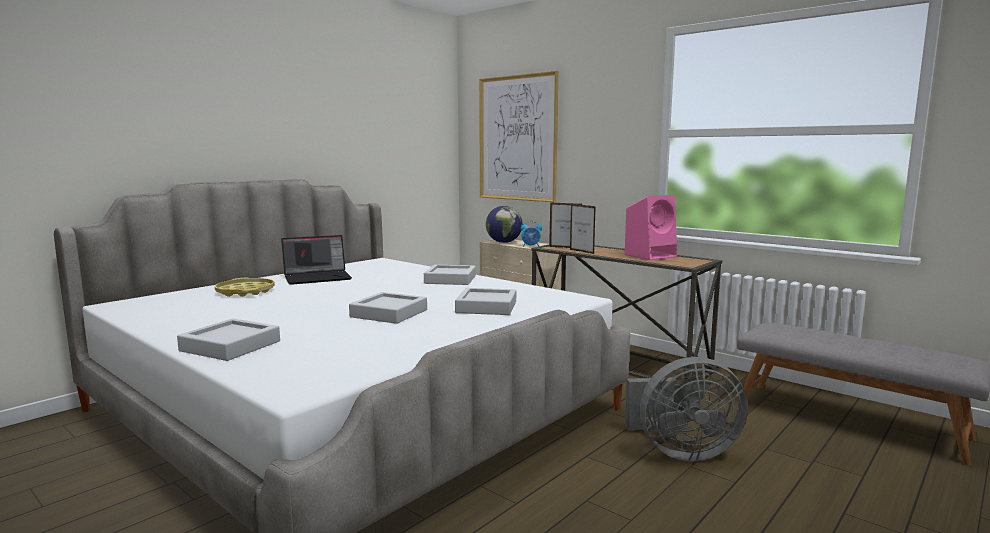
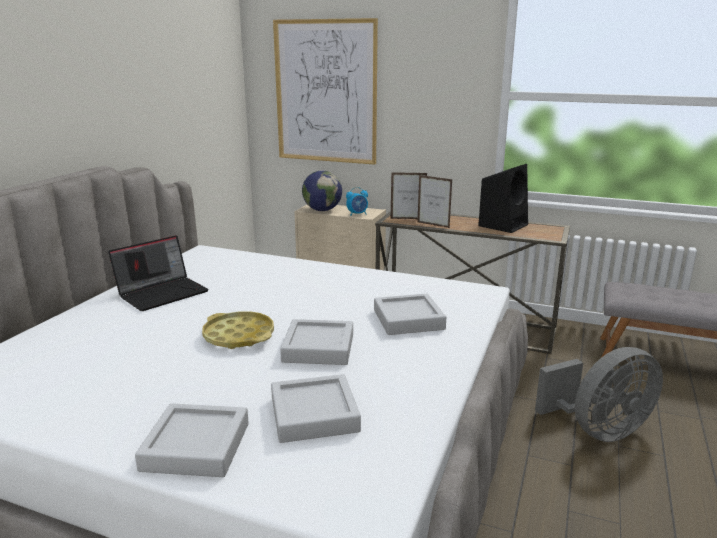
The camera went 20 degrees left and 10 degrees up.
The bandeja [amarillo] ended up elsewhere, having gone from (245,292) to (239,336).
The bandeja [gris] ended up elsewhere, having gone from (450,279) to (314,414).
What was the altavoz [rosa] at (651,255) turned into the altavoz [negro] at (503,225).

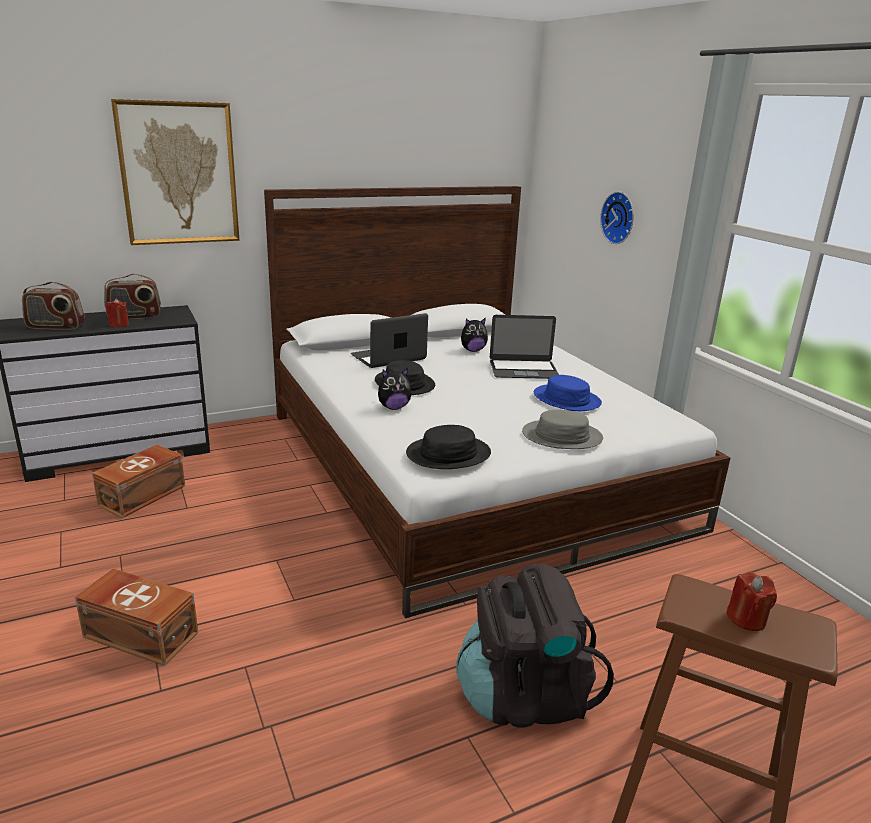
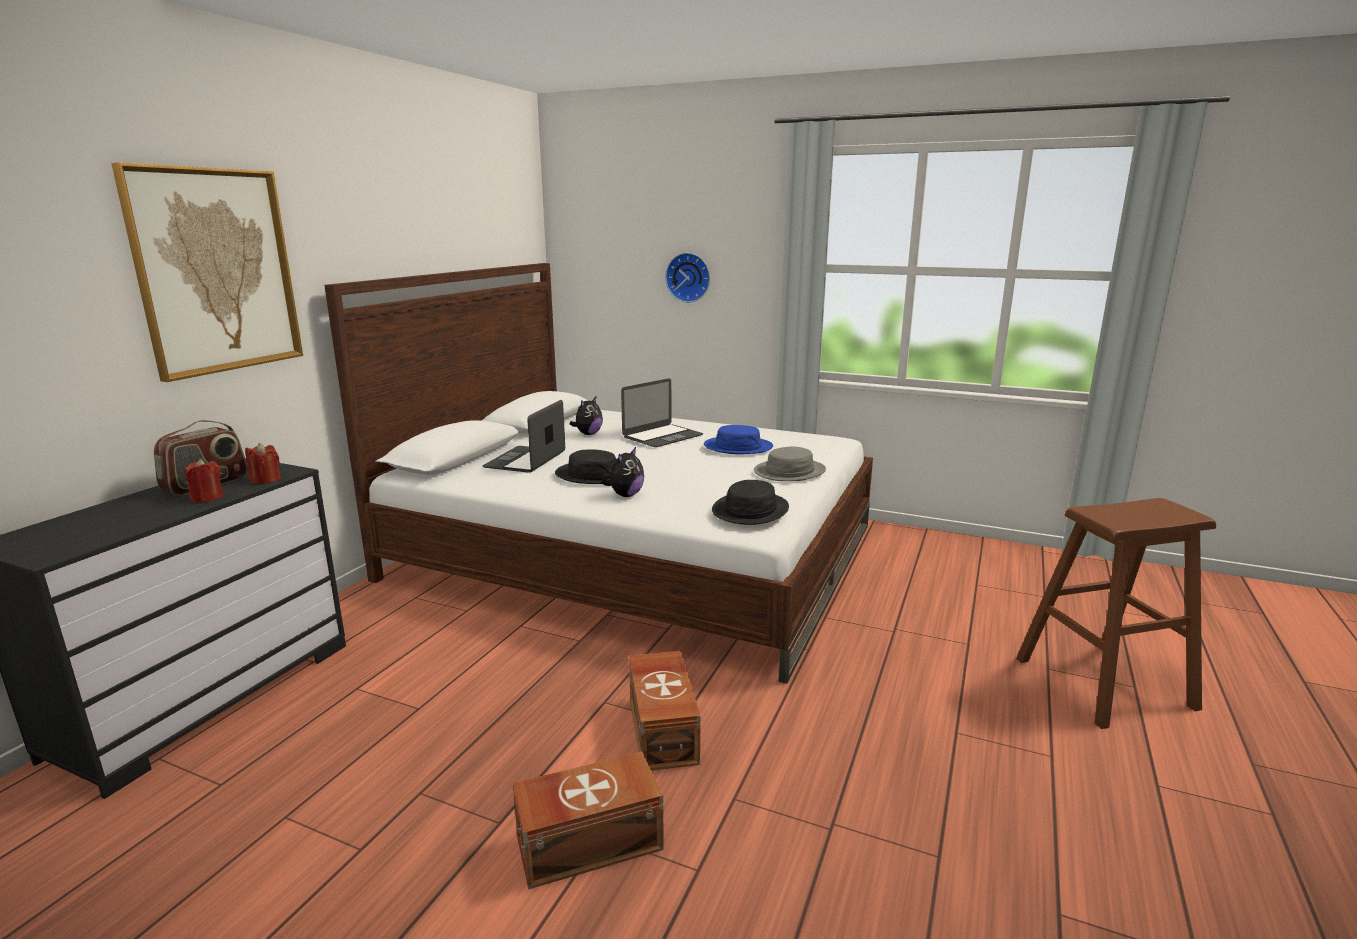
The camera went 40 degrees left and 5 degrees down.
The second view lost the radio at (55,327).
The second view lost the mochila [negro] at (524,696).
The caja de almacenaje [marrón] ended up elsewhere, having gone from (144,495) to (664,729).
The vela [rojo] ended up elsewhere, having gone from (746,619) to (266,479).

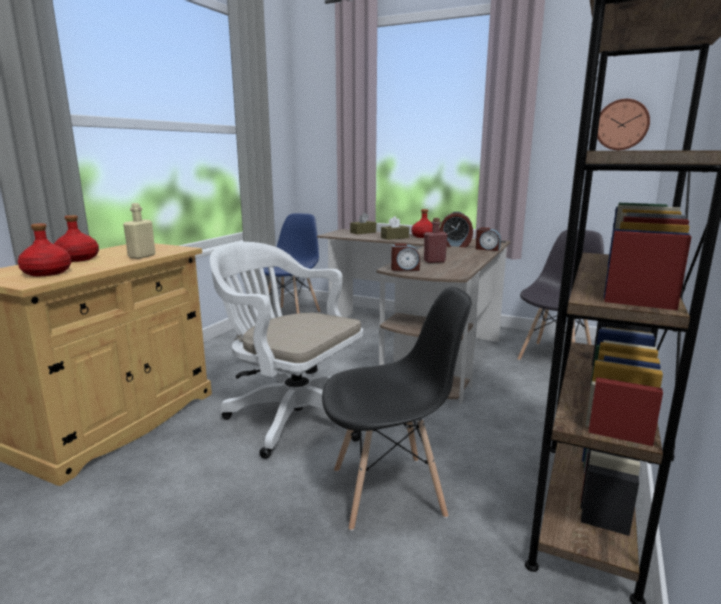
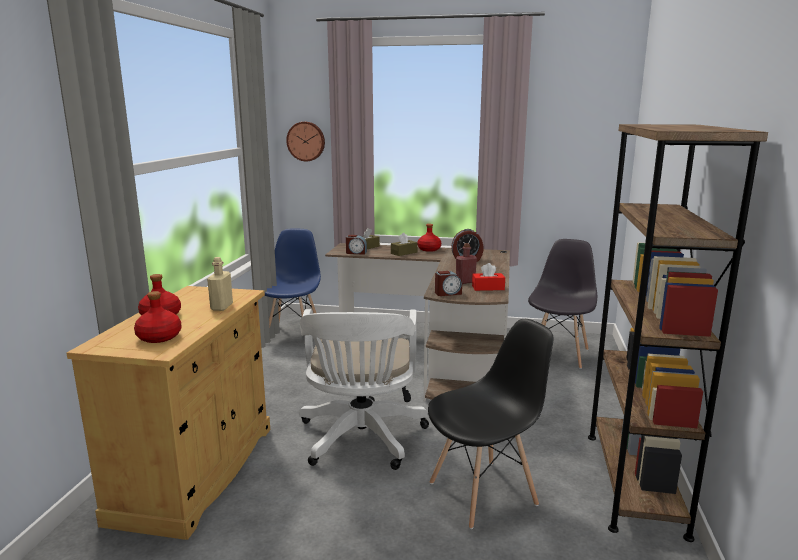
The camera went 15 degrees left and 0 degrees up.
The second view gained the caja de pañuelos [rojo] at (488,288).
The despertador ended up elsewhere, having gone from (487,249) to (356,253).
The reloj de pared ended up elsewhere, having gone from (621,125) to (306,141).
The silla de oficina [blanco] at (291,416) ended up facing another way, 105 degrees counterclockwise from before.

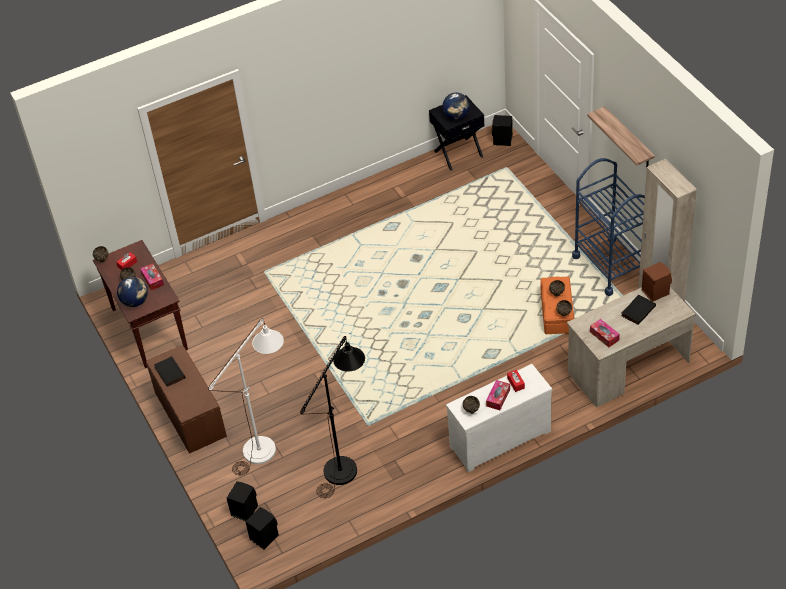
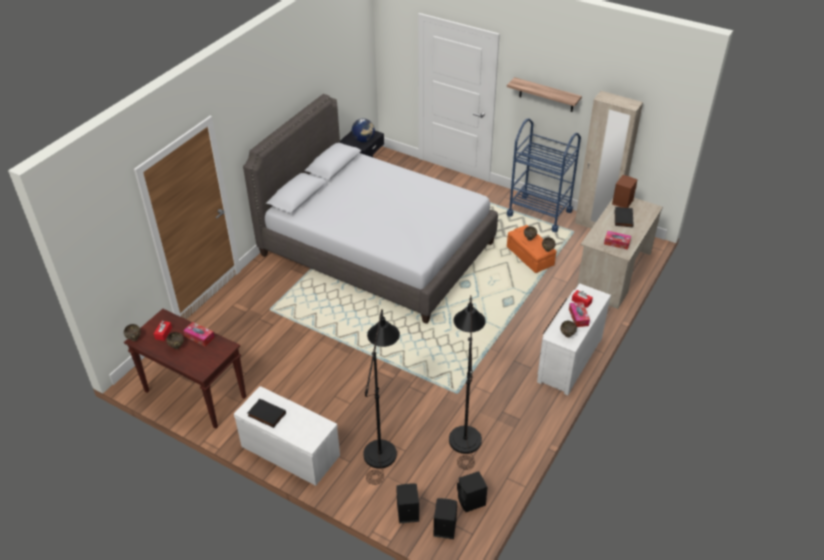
The camera went 35 degrees left and 5 degrees down.
The second view lost the globo terráqueo at (135,302).
The second view gained the cama [gris] at (377,249).
The altavoz [negro] ended up elsewhere, having gone from (502,140) to (471,502).
What was the banco [marrón] at (189,414) turned into the banco [blanco] at (289,451).
What was the lámpara de pie [blanco] at (266,444) turned into the lámpara de pie [negro] at (382,446).

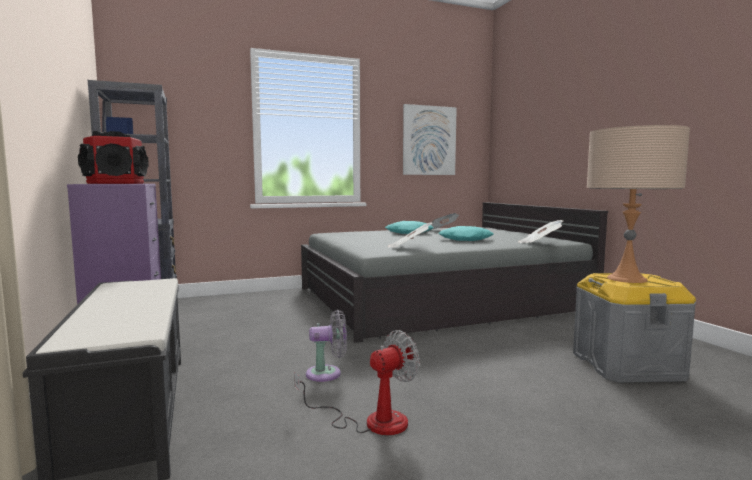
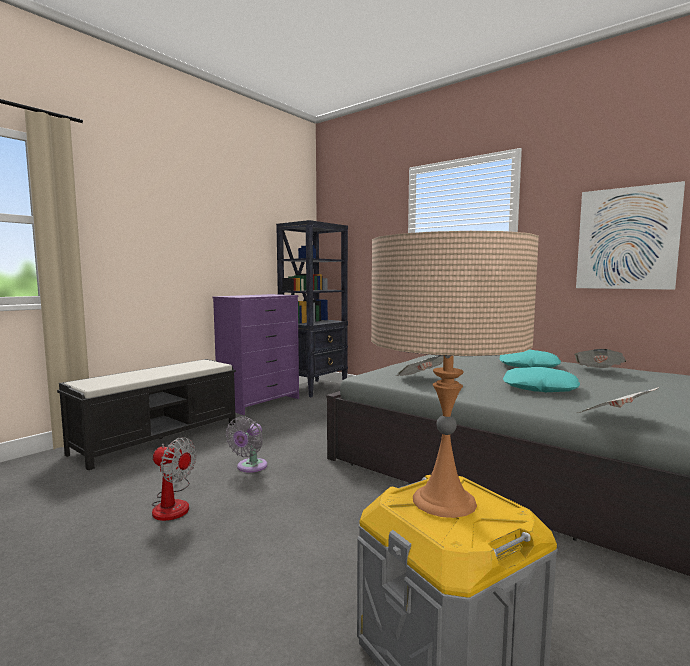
The camera went 60 degrees right and 0 degrees up.
The second view lost the altavoz at (116,183).
The ventilador [gris] at (327,373) ended up facing another way, 60 degrees clockwise from before.

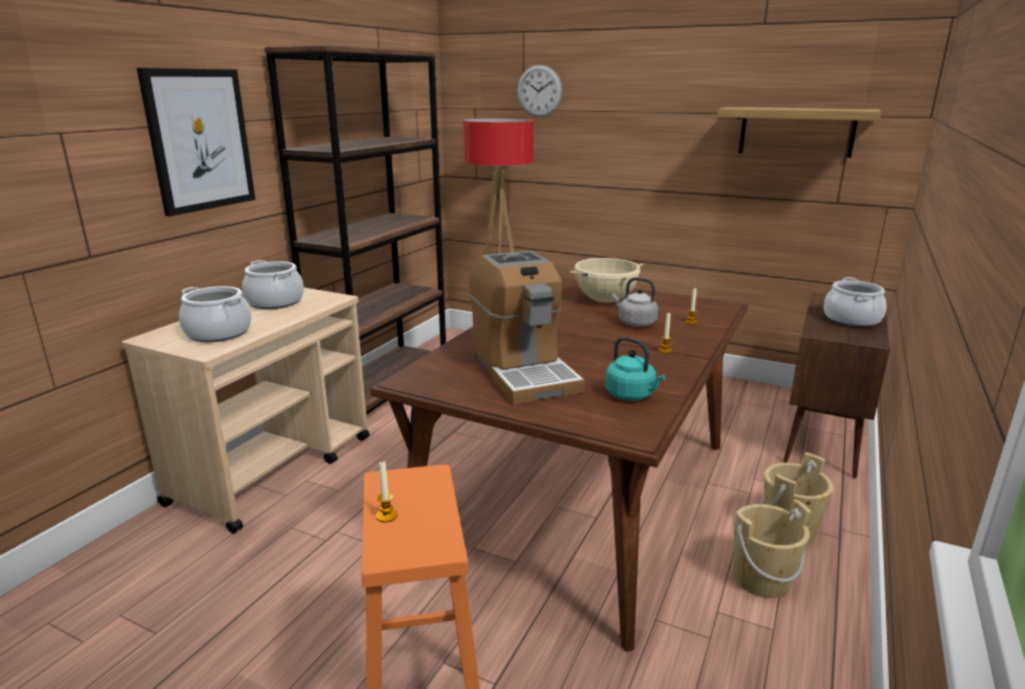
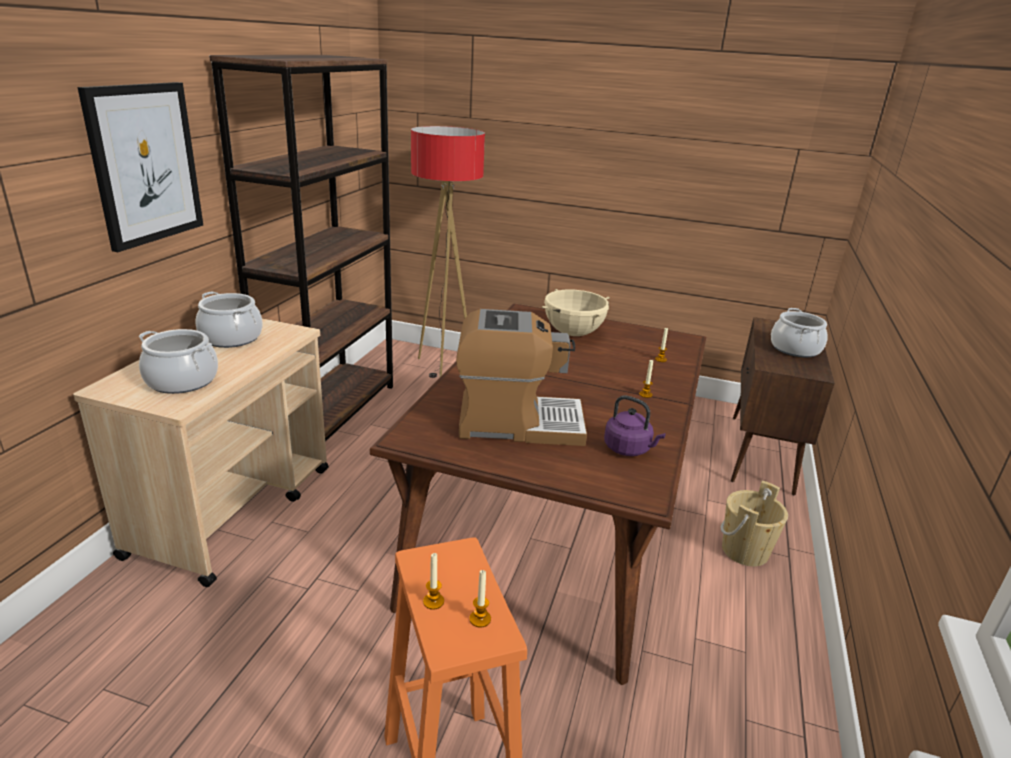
The camera went 10 degrees left and 5 degrees up.
The second view lost the reloj de pared at (539,91).
The second view lost the hervidor [gris] at (635,323).
The second view lost the estante at (796,131).
The second view lost the cubo [beis] at (761,578).
The second view gained the vela at (480,619).
What was the hervidor [turquesa] at (632,395) turned into the hervidor [morado] at (629,449).
The cafetera at (523,372) ended up facing another way, 60 degrees counterclockwise from before.

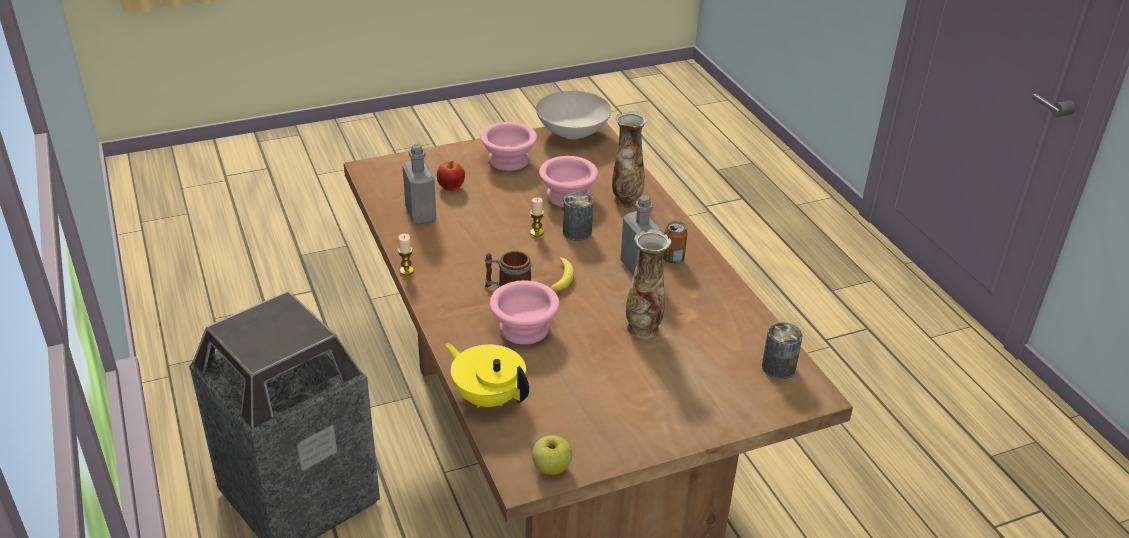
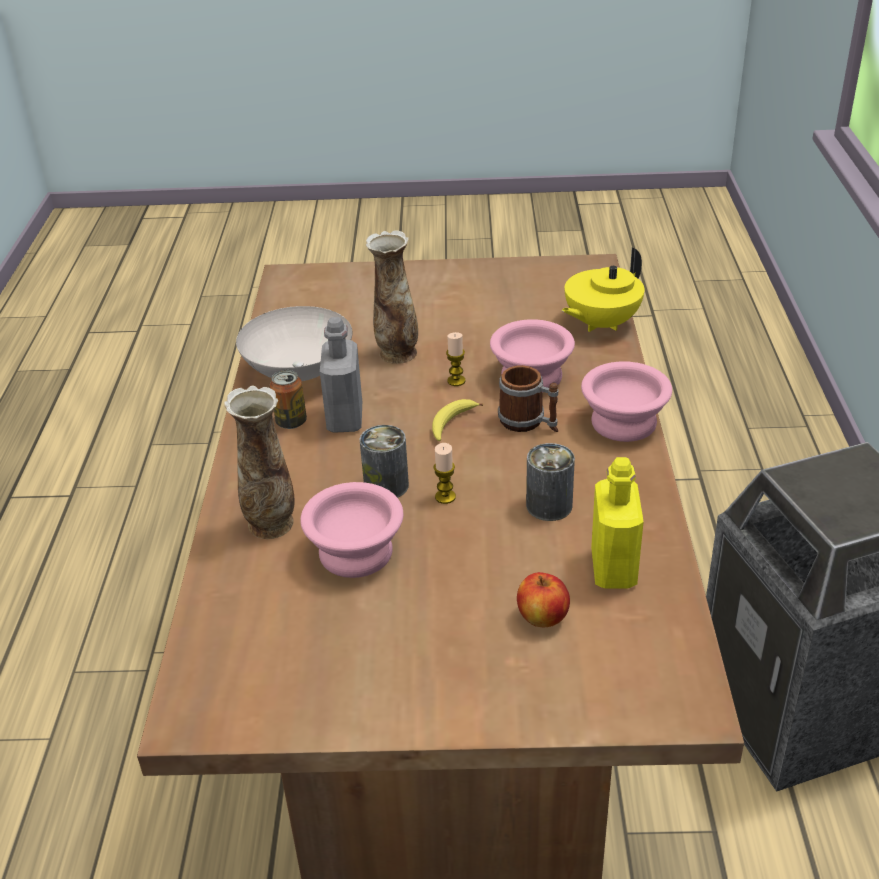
The camera went 155 degrees left and 0 degrees up.
The second view lost the manzana at (551,467).
The vela ended up elsewhere, having gone from (406,271) to (456,381).
The cuenco [rosa] ended up elsewhere, having gone from (510,160) to (621,422).
The cuenco [blanco] ended up elsewhere, having gone from (571,133) to (301,372).
The lata ended up elsewhere, having gone from (778,367) to (549,505).
What was the botella [gris] at (420,214) turned into the botella [amarillo] at (613,569).
The tetera [amarillo] at (488,397) ended up facing another way, 75 degrees clockwise from before.

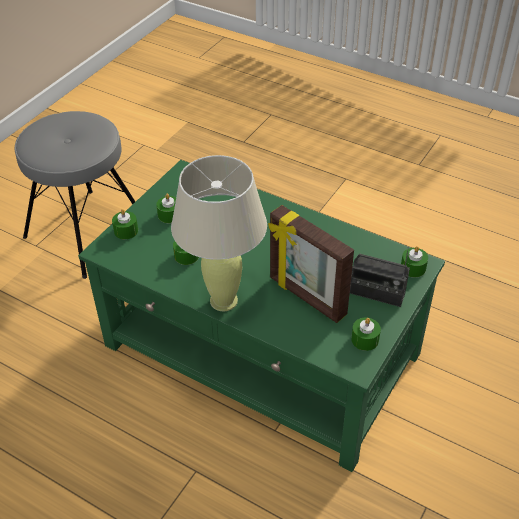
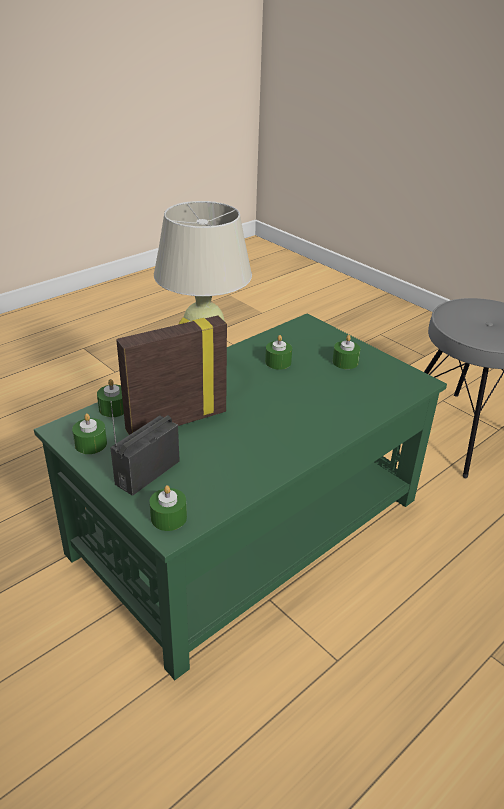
The camera went 105 degrees right and 10 degrees down.
The vela [verde] ended up elsewhere, having gone from (126,231) to (113,408).

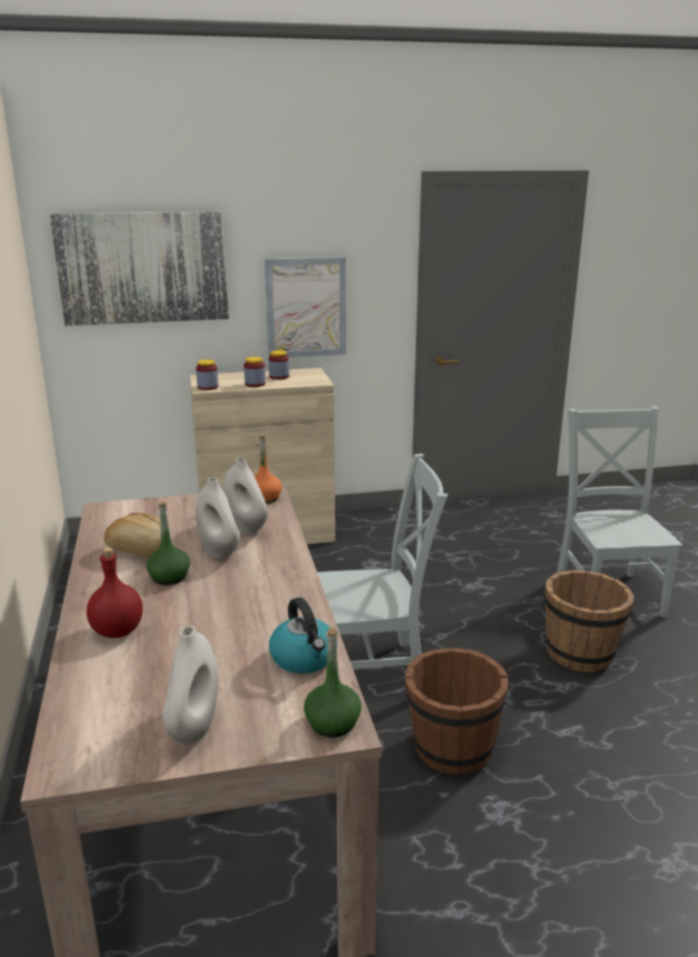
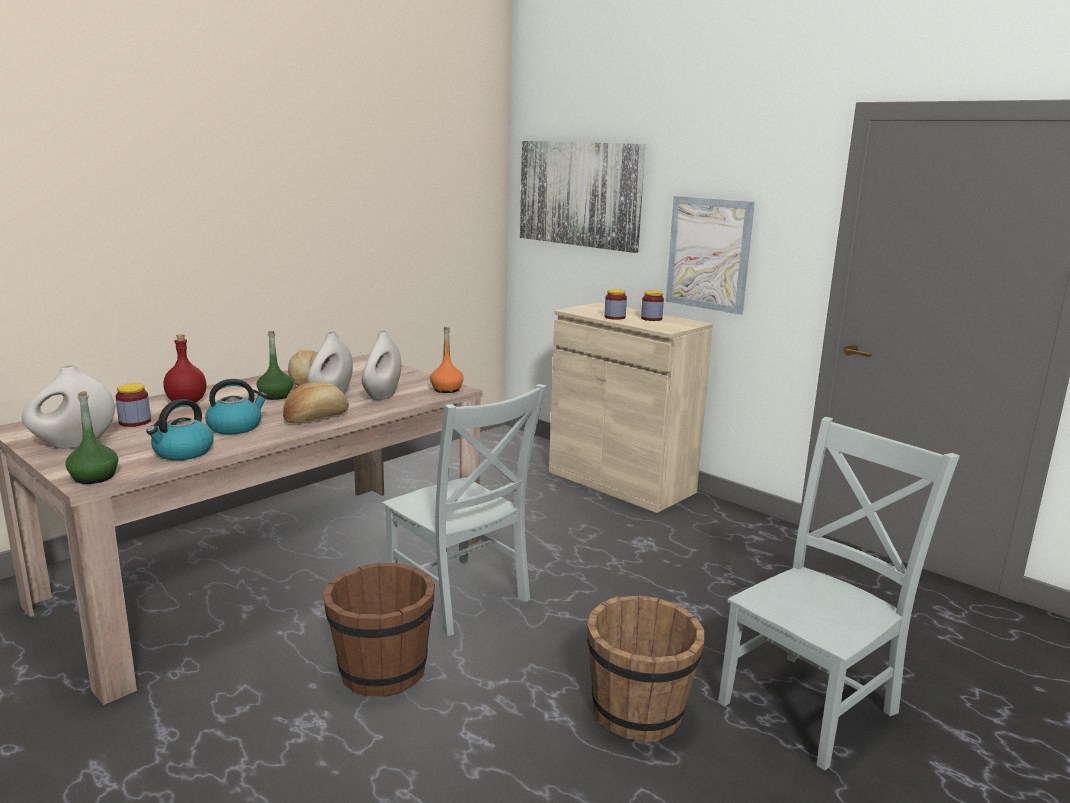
The camera went 55 degrees right and 5 degrees down.
The second view gained the hervidor at (236,427).
The second view gained the pan at (316,418).
The tarro ended up elsewhere, having gone from (207,387) to (135,422).

